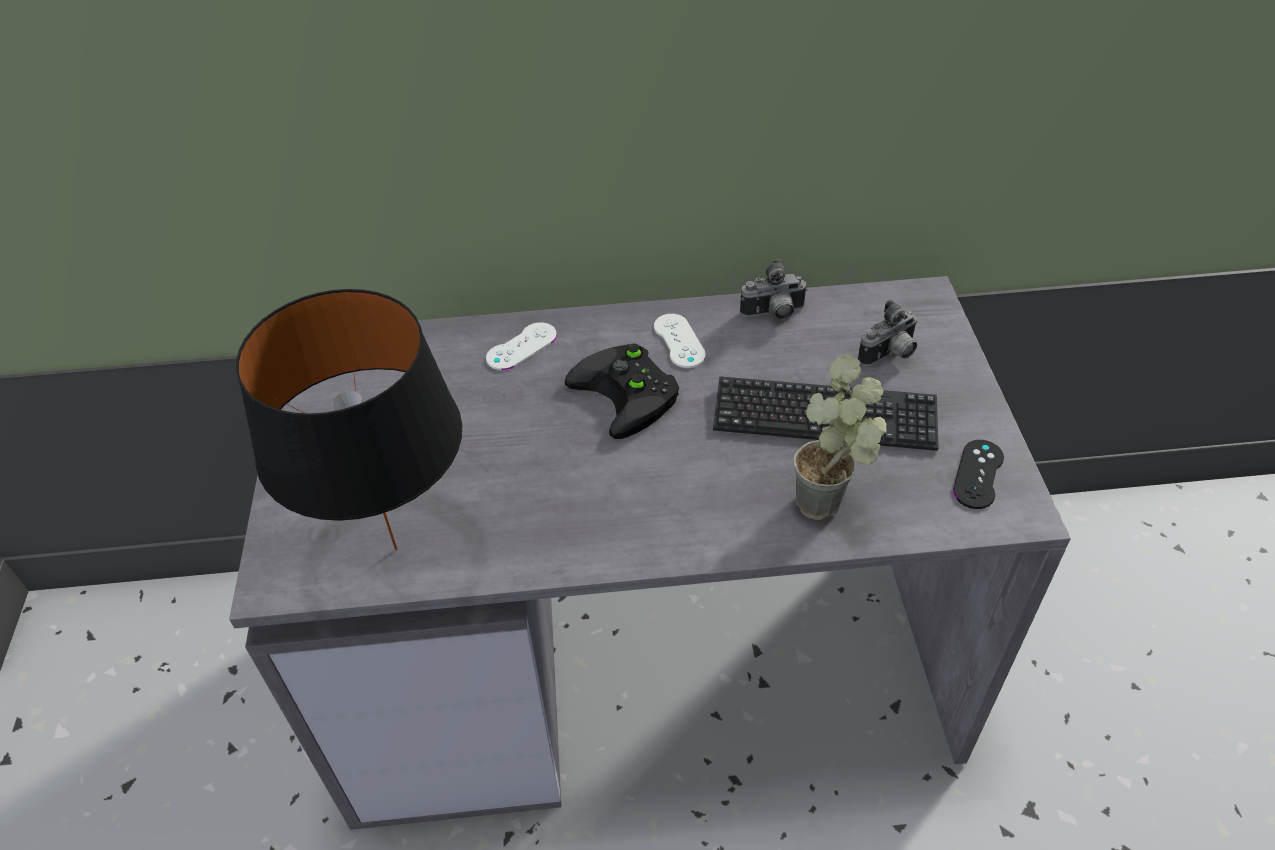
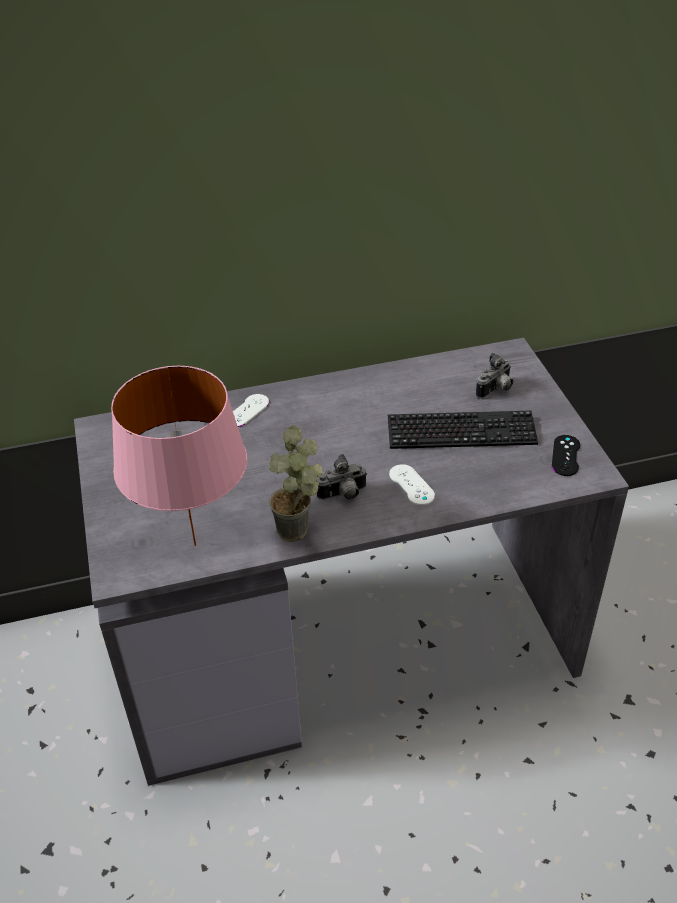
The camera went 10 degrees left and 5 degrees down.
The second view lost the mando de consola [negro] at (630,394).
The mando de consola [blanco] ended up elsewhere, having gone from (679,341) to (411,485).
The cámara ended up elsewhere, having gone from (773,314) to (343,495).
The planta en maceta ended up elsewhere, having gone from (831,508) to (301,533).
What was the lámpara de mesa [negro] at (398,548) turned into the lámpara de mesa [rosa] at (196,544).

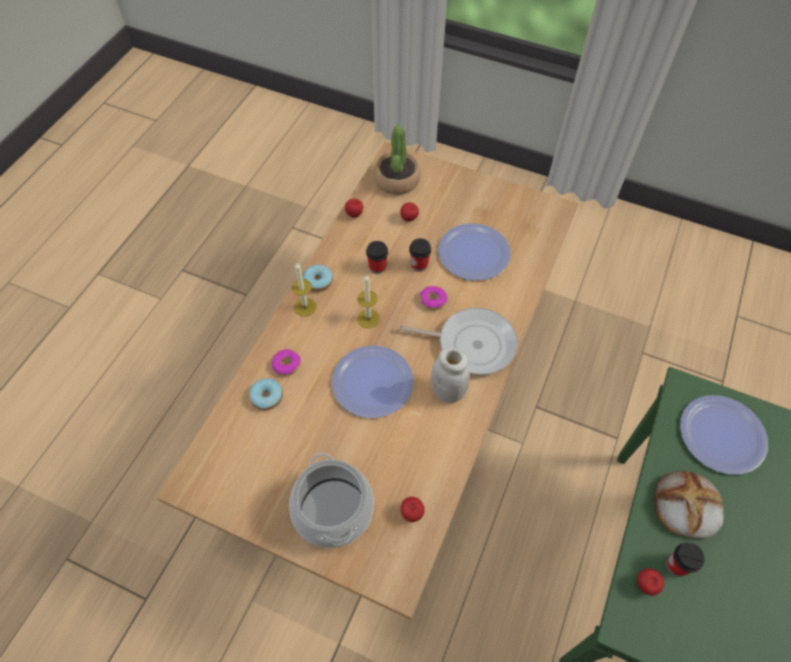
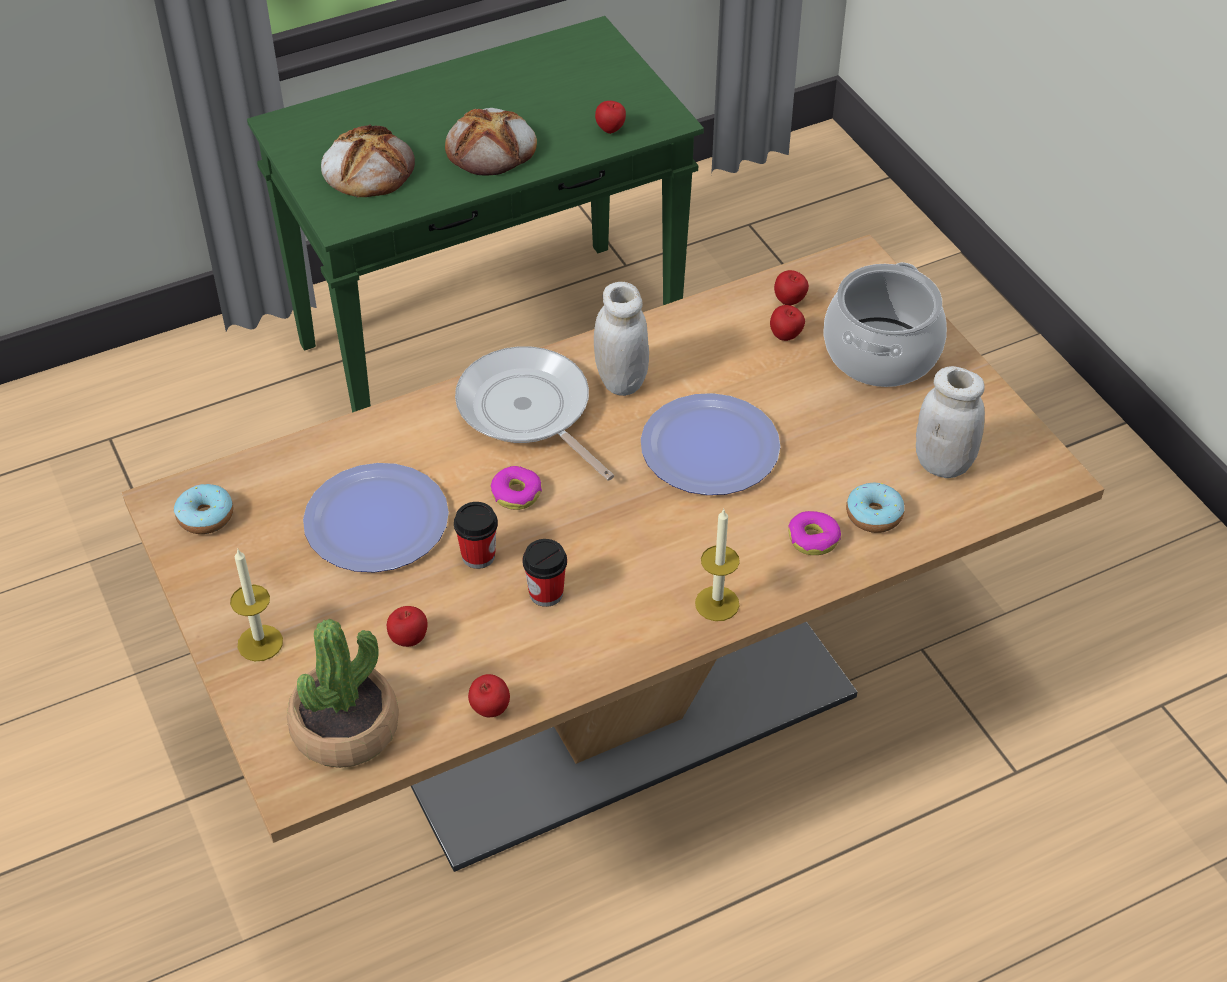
The camera went 140 degrees left and 10 degrees down.
The second view lost the taza at (676,565).
The second view gained the manzana at (786,337).
The second view gained the tarro [blanco] at (943,463).
The rosquilla ended up elsewhere, having gone from (318,281) to (205,517).
The vela ended up elsewhere, having gone from (368,318) to (260,643).
Where the plato stood at (722,435), the pan came to stand at (368,168).

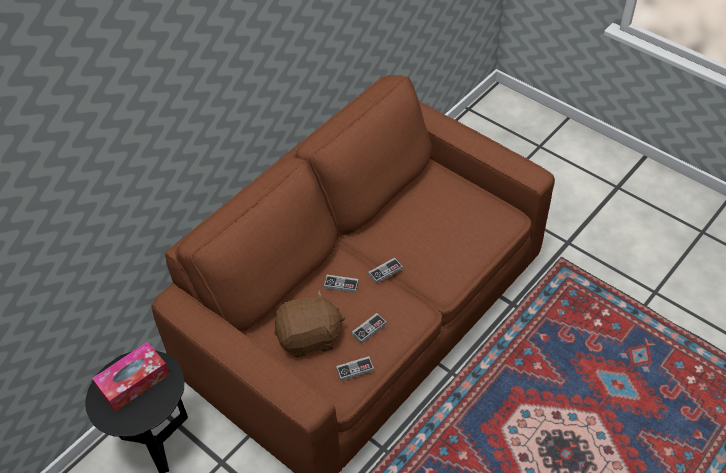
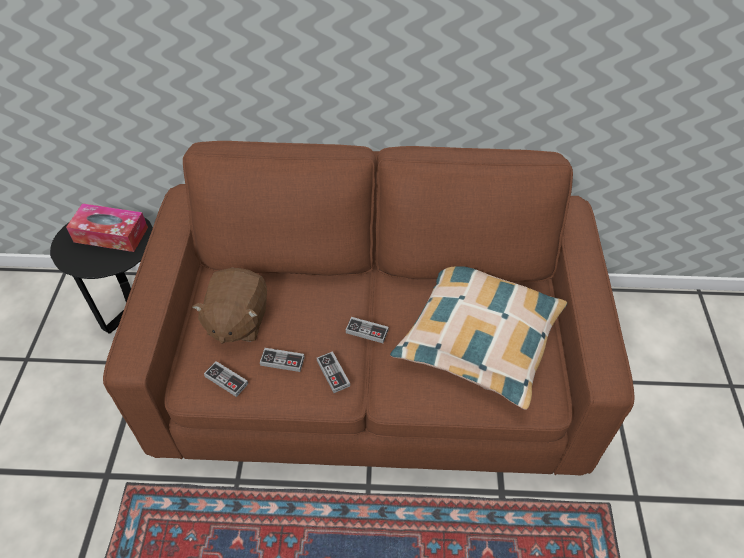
The camera went 50 degrees right and 0 degrees up.
The second view gained the cojín at (479,339).
The mando de consola ended up elsewhere, having gone from (341,285) to (333,373).
The peluche [marrón] at (309,338) ended up facing another way, 60 degrees clockwise from before.

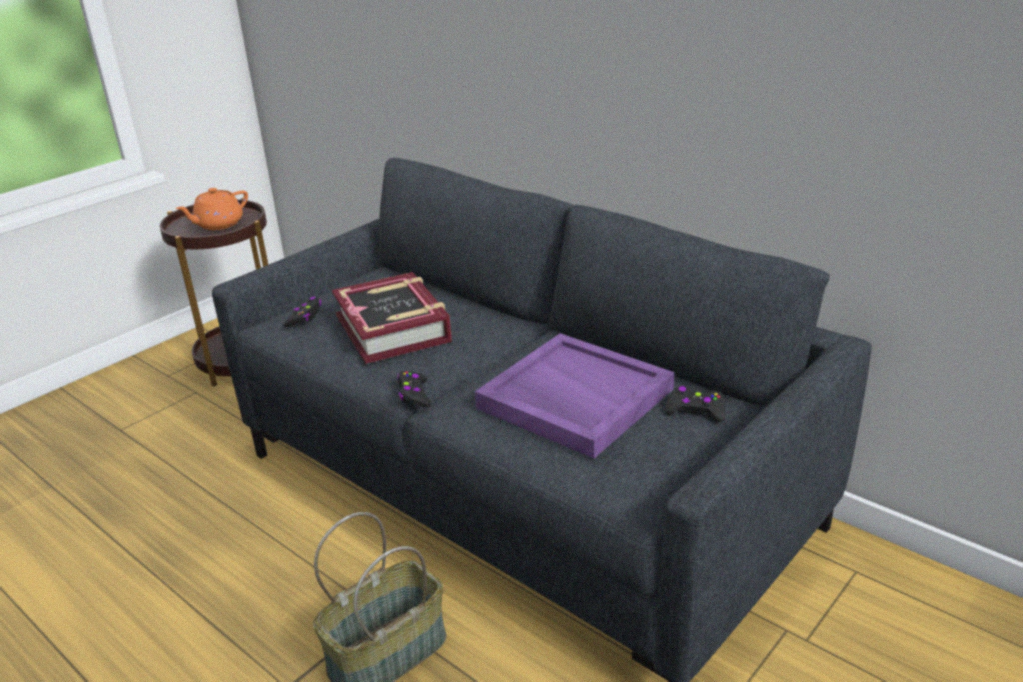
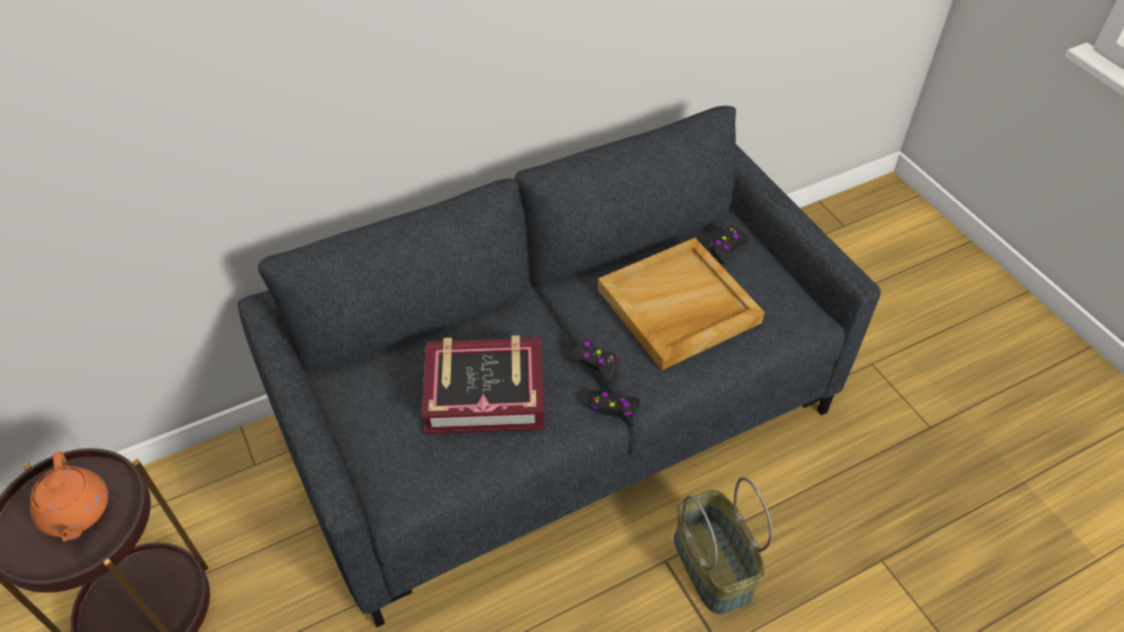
The camera went 70 degrees left and 20 degrees up.
The mando de consola [negro] ended up elsewhere, having gone from (305,317) to (594,363).
What was the bandeja [morado] at (573,398) turned into the bandeja [beis] at (678,307).

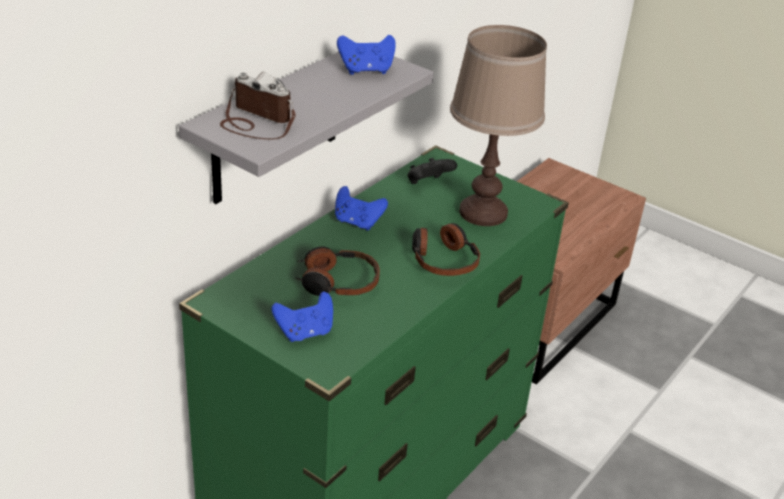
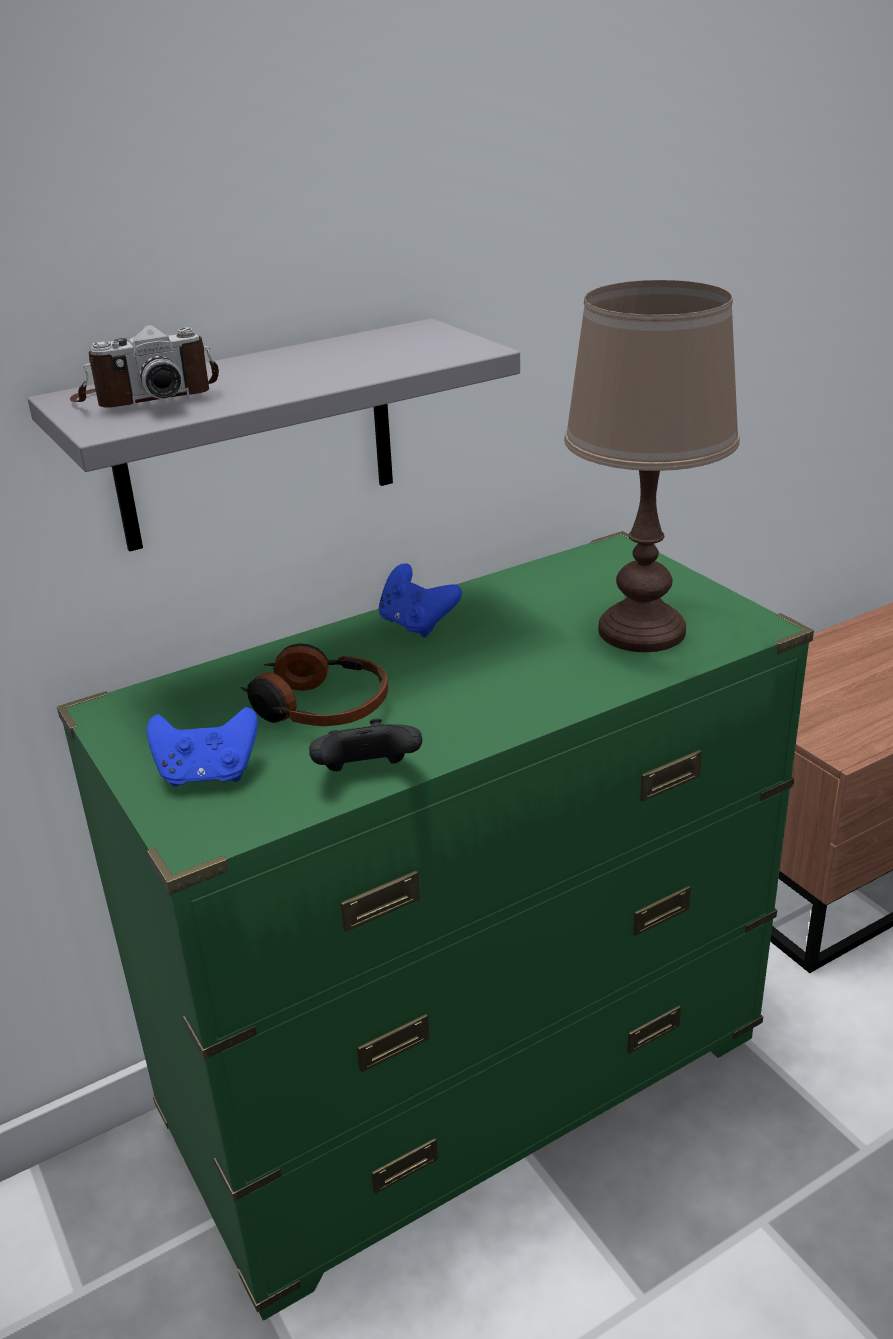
The camera went 25 degrees right and 5 degrees down.
The second view lost the mando de consola [azul] at (366,70).
The second view lost the auriculares at (442,259).
The mando de consola [negro] ended up elsewhere, having gone from (428,184) to (367,775).
The cámara at (256,121) ended up facing another way, 105 degrees clockwise from before.

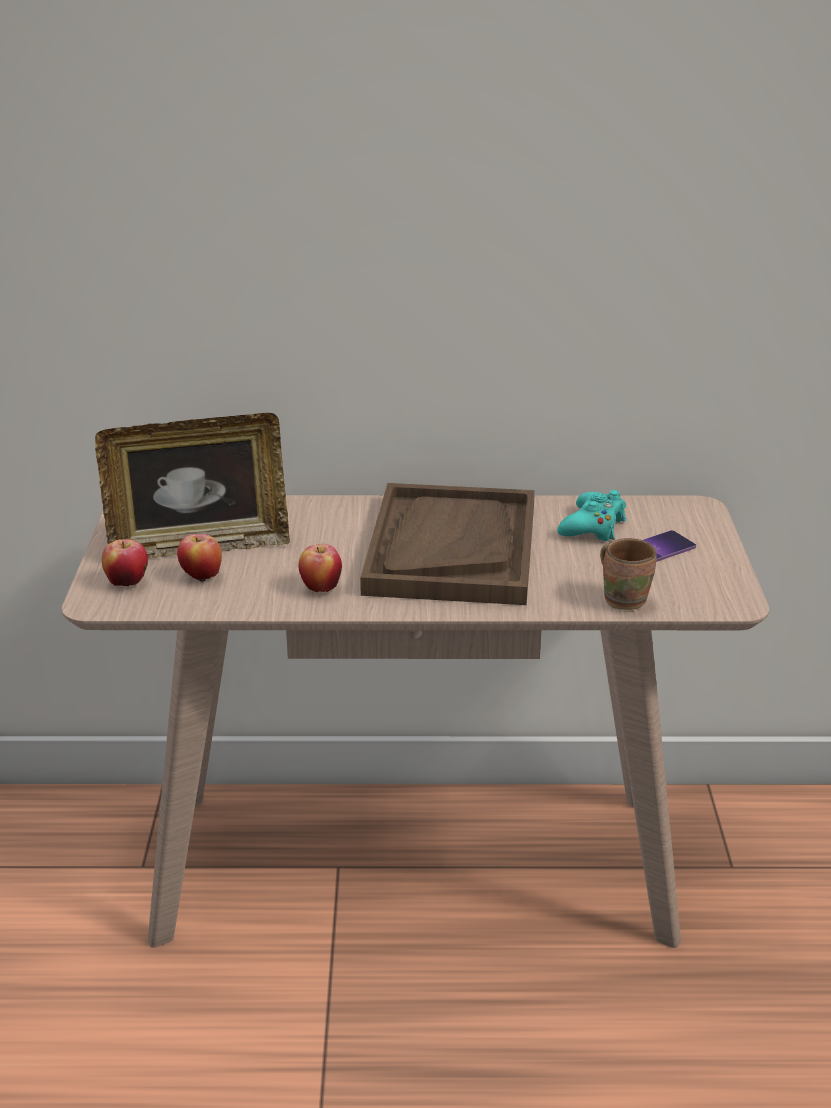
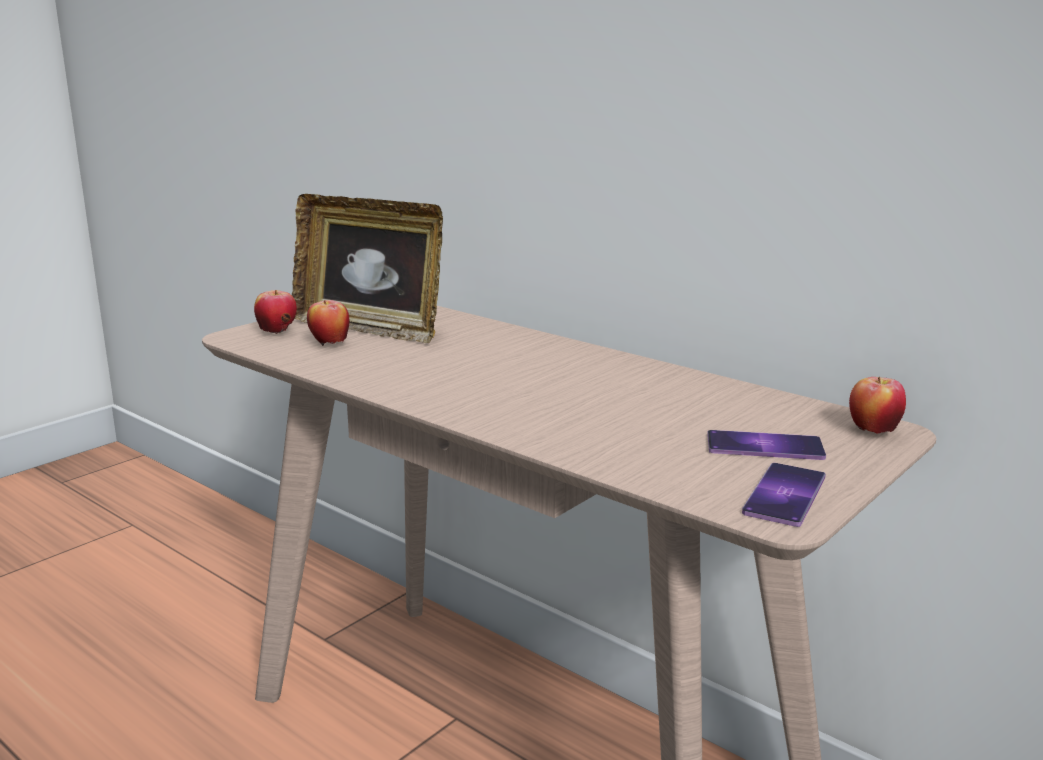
The camera went 40 degrees right and 10 degrees down.
The second view lost the bandeja [marrón] at (451,548).
The second view lost the mando de consola [turquesa] at (593,527).
The second view lost the taza grande [marrón] at (625,598).
The second view gained the móvil at (784,494).
The manzana ended up elsewhere, having gone from (320,588) to (873,431).

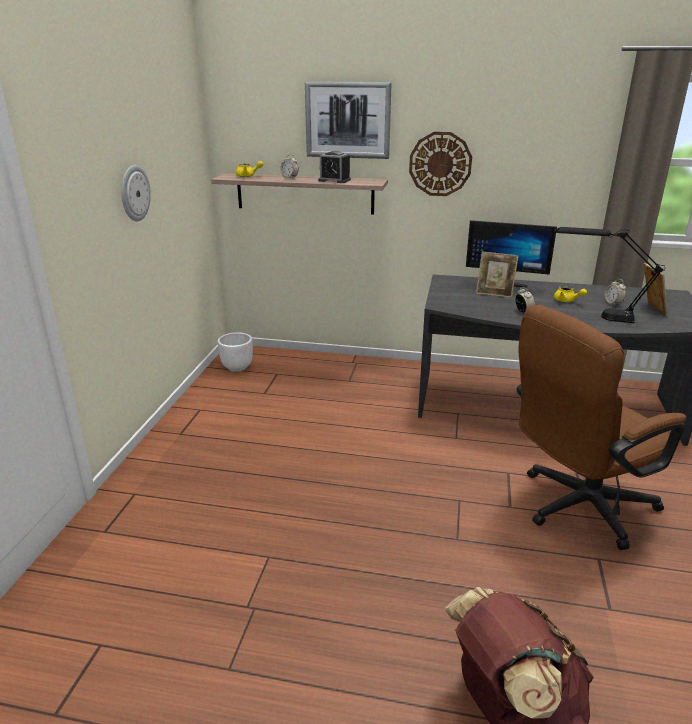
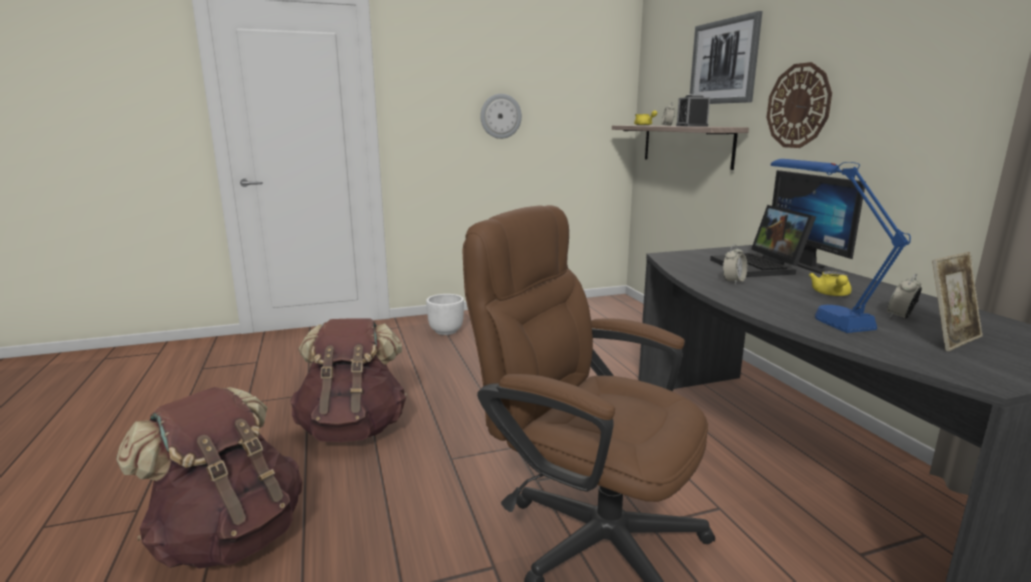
The camera went 60 degrees right and 10 degrees down.
The second view gained the mochila [marrón] at (353,428).
The maceta [blanco] ended up elsewhere, having gone from (237,367) to (446,331).
Where the portarretratos stood at (494,293), the portátil came to stand at (759,267).
What was the lámpara de mesa [negro] at (595,315) turned into the lámpara de mesa [azul] at (814,311).

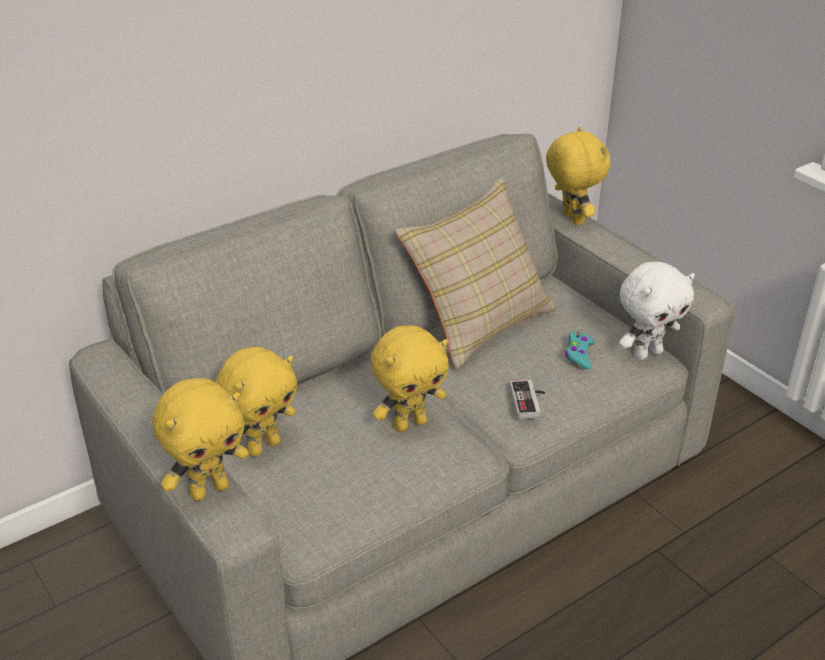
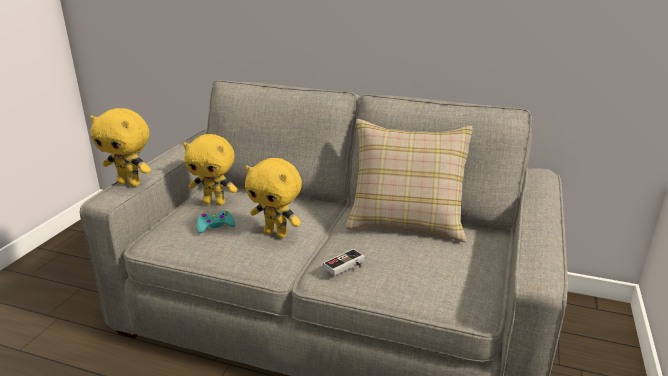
The camera went 55 degrees right and 10 degrees down.
The second view lost the peluche [amarillo] at (571,219).
The second view lost the peluche [blanco] at (647,353).
The mando de consola [turquesa] ended up elsewhere, having gone from (579,354) to (215,226).

